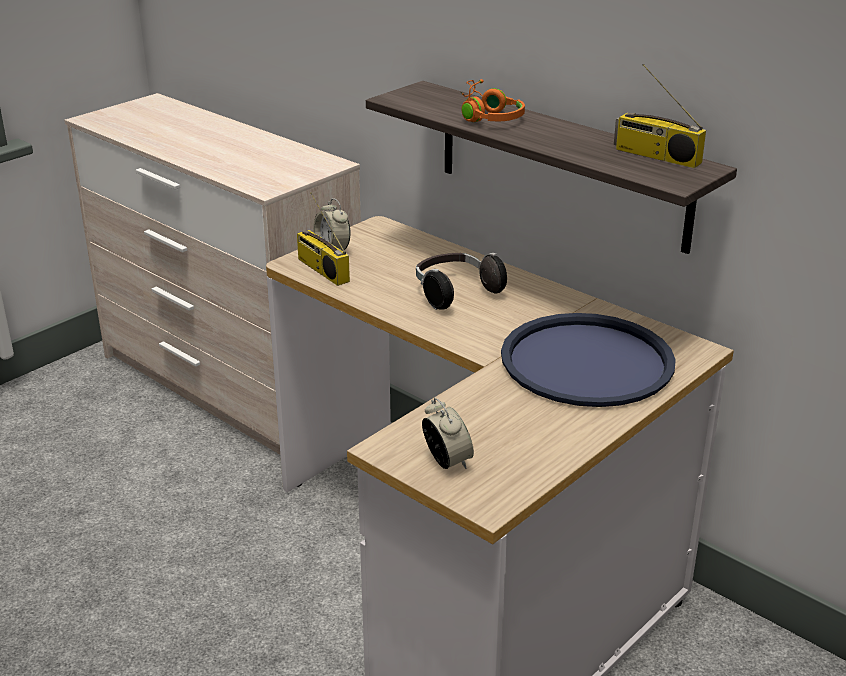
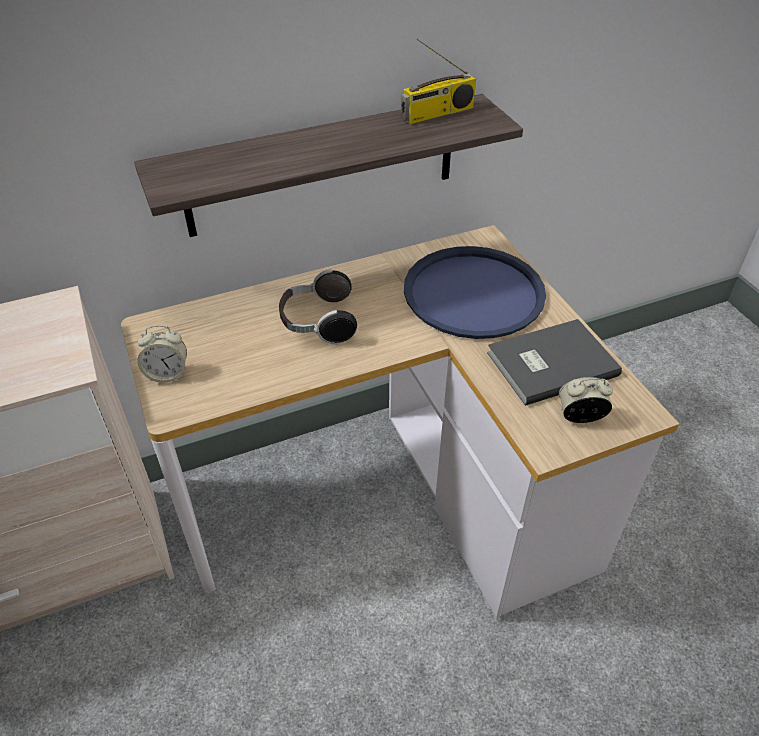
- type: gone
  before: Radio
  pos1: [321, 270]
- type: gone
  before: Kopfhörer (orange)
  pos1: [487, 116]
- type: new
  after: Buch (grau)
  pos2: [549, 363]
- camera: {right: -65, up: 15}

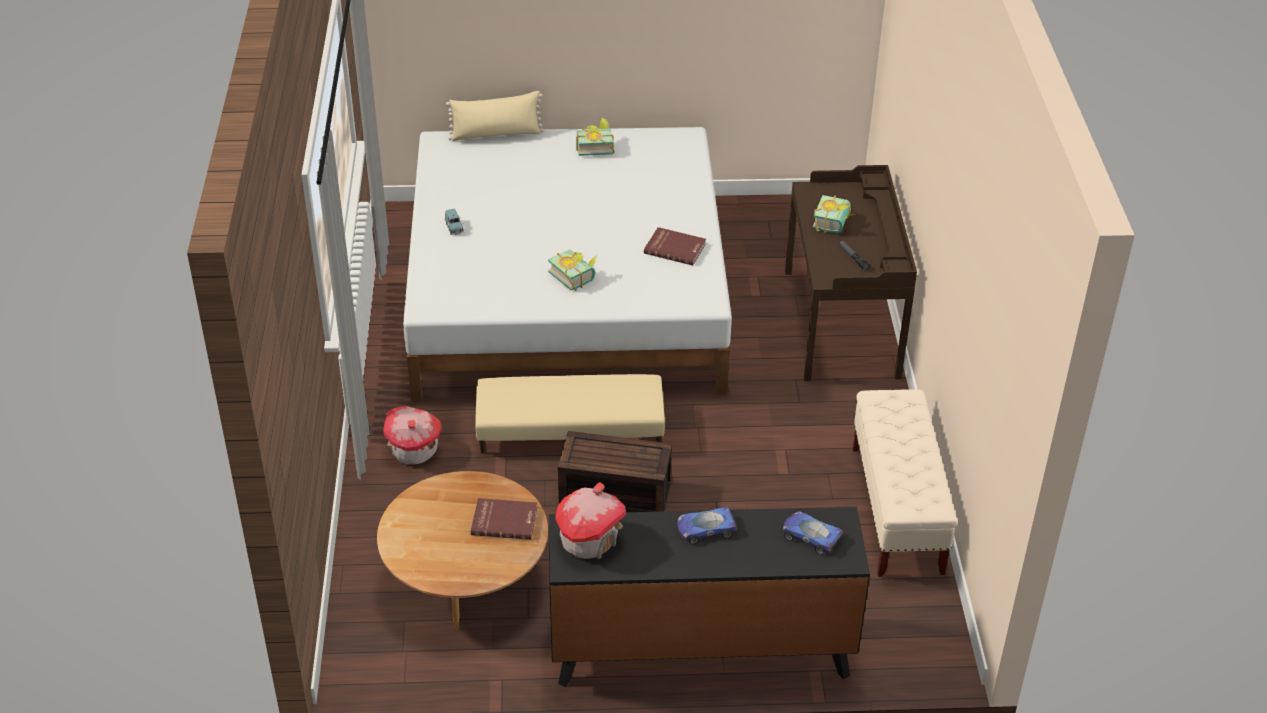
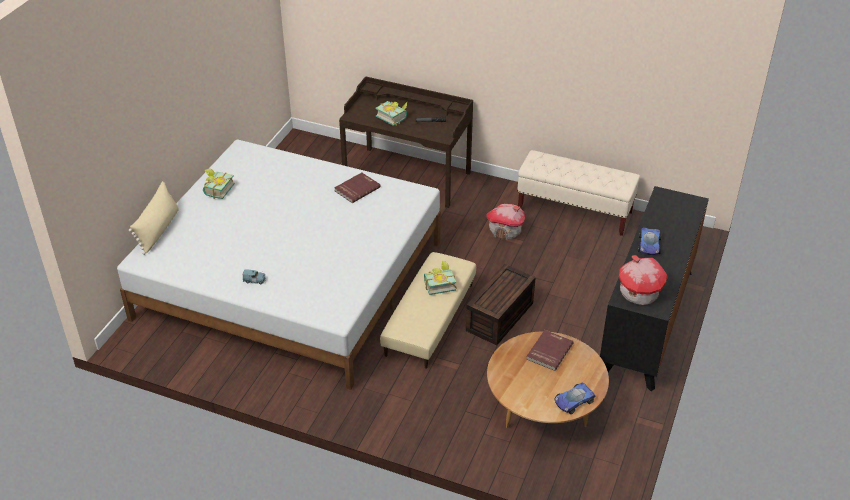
- type: shifted
  before: Spielzeughaus
  pos1: [414, 450]
  pos2: [505, 231]
- type: shifted
  before: Buch
  pos1: [575, 276]
  pos2: [439, 284]
- type: shifted
  before: Spielzeugauto
  pos1: [810, 536]
  pos2: [573, 401]
- camera: {right: -65, up: 0}

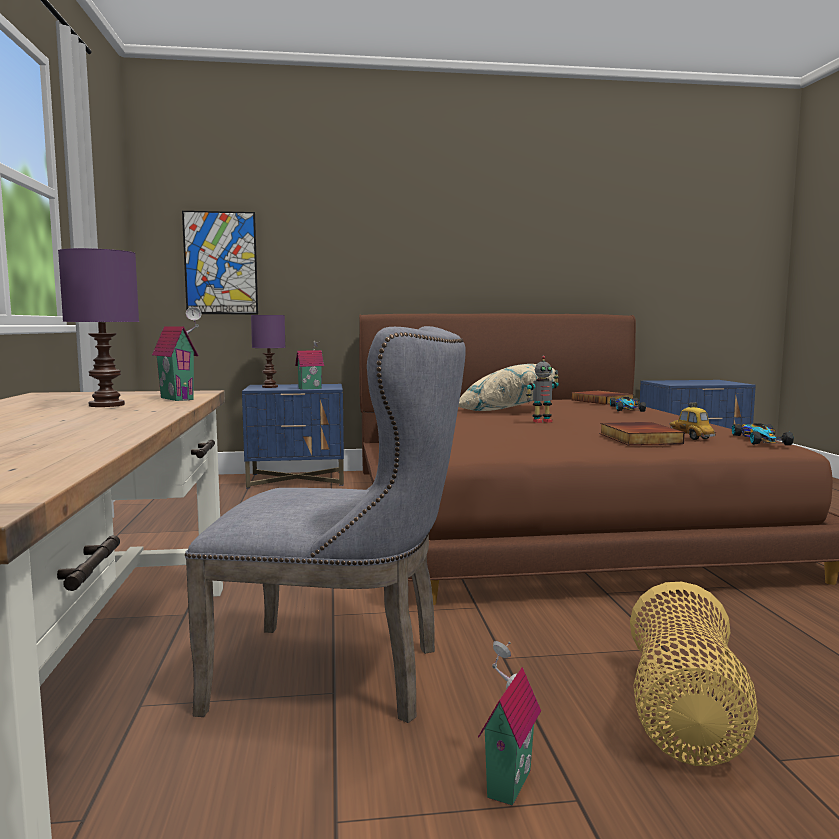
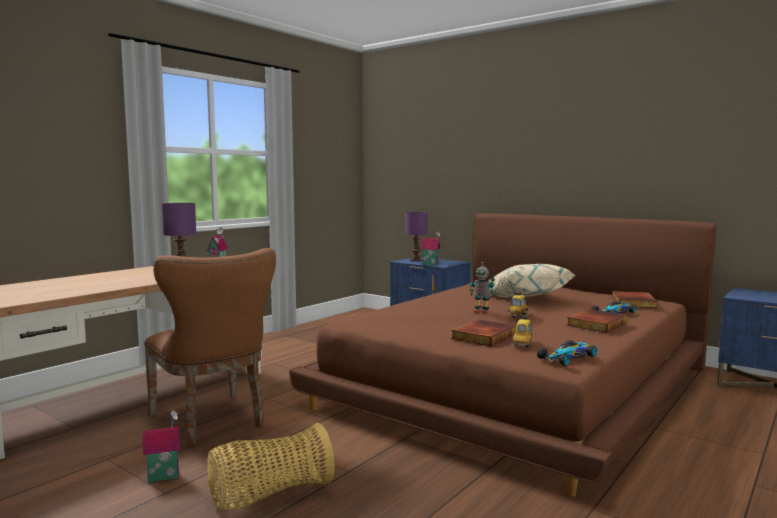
- type: gone
  before: Bild
  pos1: [220, 263]
- type: repainted
  before: Stuhl (grau)
  after: Stuhl (braun)
  pos1: [344, 675]
  pos2: [213, 421]
- type: new
  after: Spielzeugauto
  pos2: [517, 315]
- type: new
  after: Buch
  pos2: [596, 324]
- camera: {right: 45, up: 0}

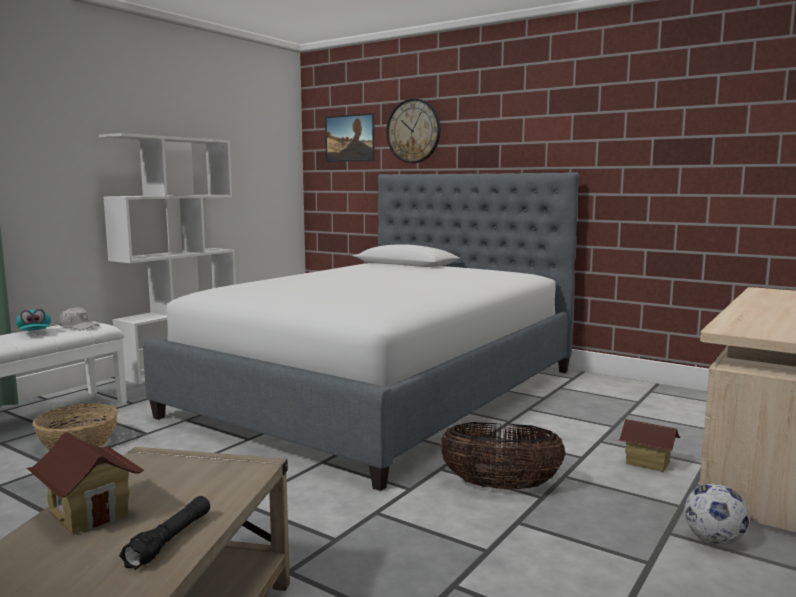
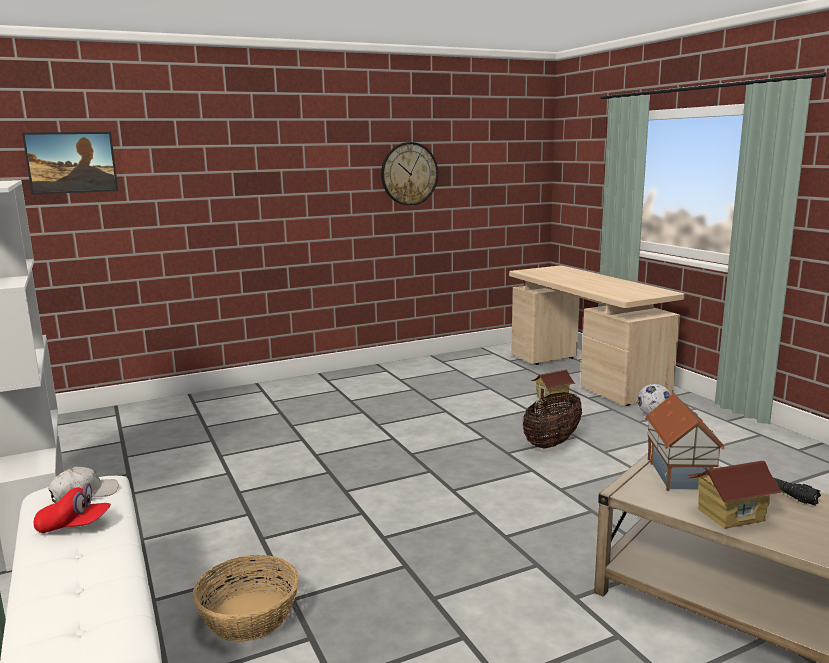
- type: repainted
  before: Kappe (türkis)
  after: Kappe (rot)
  pos1: [34, 333]
  pos2: [74, 526]
- type: gone
  before: Bett
  pos1: [383, 392]
- type: shifted
  before: Wanduhr
  pos1: [413, 131]
  pos2: [409, 174]
- type: new
  after: Spielzeughaus
  pos2: [680, 473]
- camera: {right: -60, up: 5}

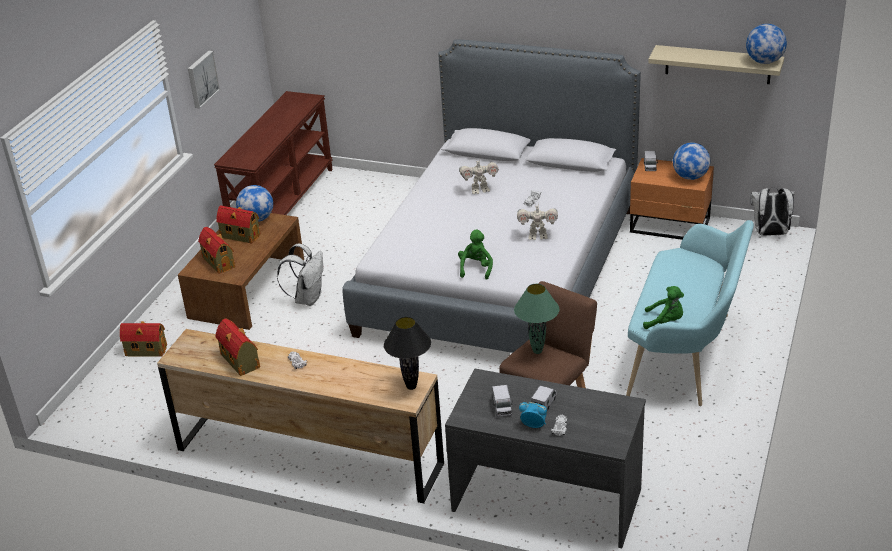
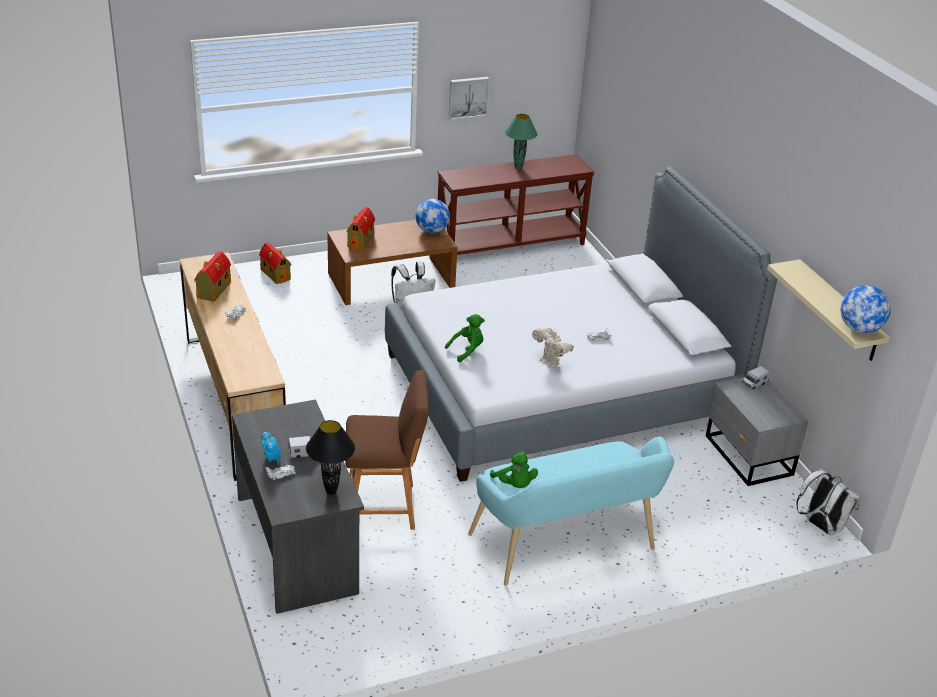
- type: gone
  before: Spielzeughaus
  pos1: [239, 235]
- type: shifted
  before: Tischlampe (schwarz)
  pos1: [411, 387]
  pos2: [330, 491]
- type: gone
  before: Spielzeugroboter
  pos1: [479, 190]
- type: gone
  before: Spielzeuglaster
  pos1: [502, 407]
- type: shifted
  before: Tischlampe (grün)
  pos1: [537, 351]
  pos2: [518, 168]
- type: repainted
  before: Nachttisch (orange)
  after: Nachttisch (grau)
  pos1: [671, 226]
  pos2: [748, 456]
- type: gone
  before: Globus
  pos1: [690, 177]
- camera: {right: 45, up: 0}

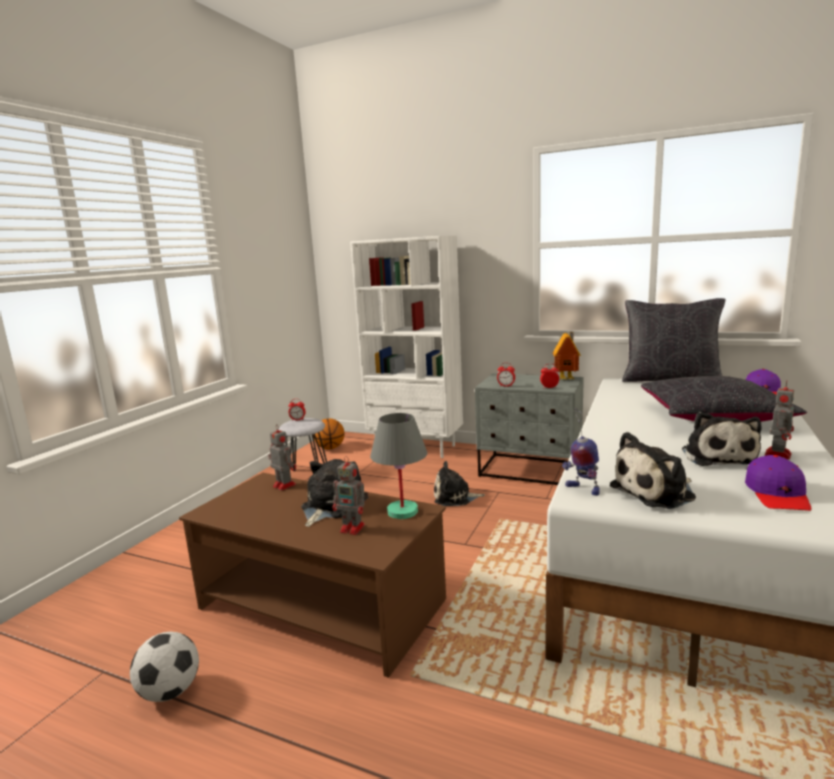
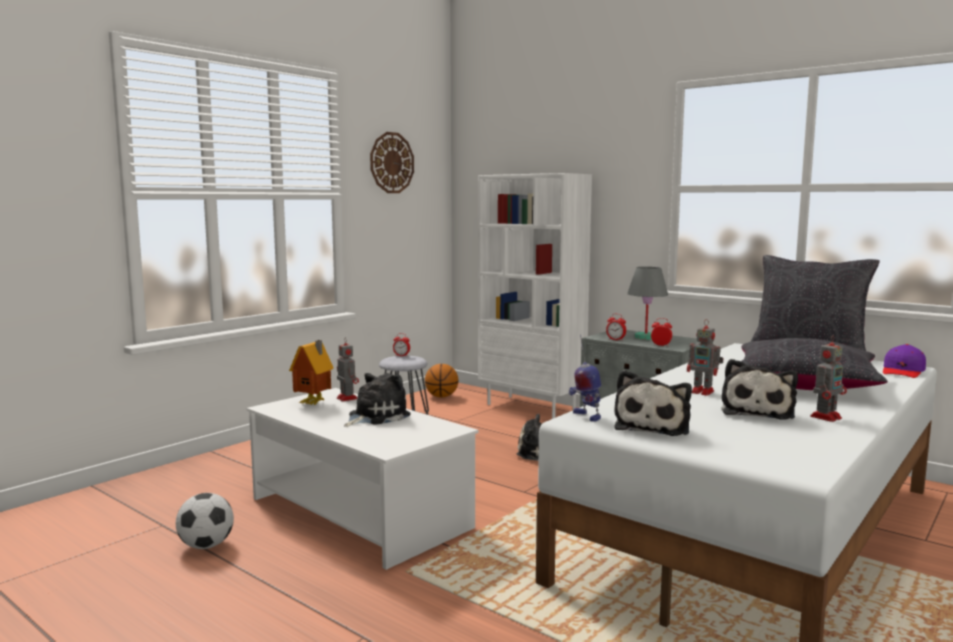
- type: repainted
  before: Couchtisch (braun)
  after: Couchtisch (weiß)
  pos1: [320, 603]
  pos2: [358, 512]
- type: shifted
  before: Spielzeugroboter
  pos1: [353, 528]
  pos2: [704, 392]
- type: shifted
  before: Tischlampe (grau)
  pos1: [402, 511]
  pos2: [645, 337]
- type: shifted
  before: Spielzeughaus
  pos1: [567, 379]
  pos2: [314, 403]
- type: rotated
  before: Plüschtier
  pos1: [656, 492]
  pos2: [653, 426]
  turn: -60
- type: gone
  before: Kappe (lila)
  pos1: [777, 494]
- type: new
  after: Wanduhr
  pos2: [391, 163]
- camera: {right: 15, up: -5}

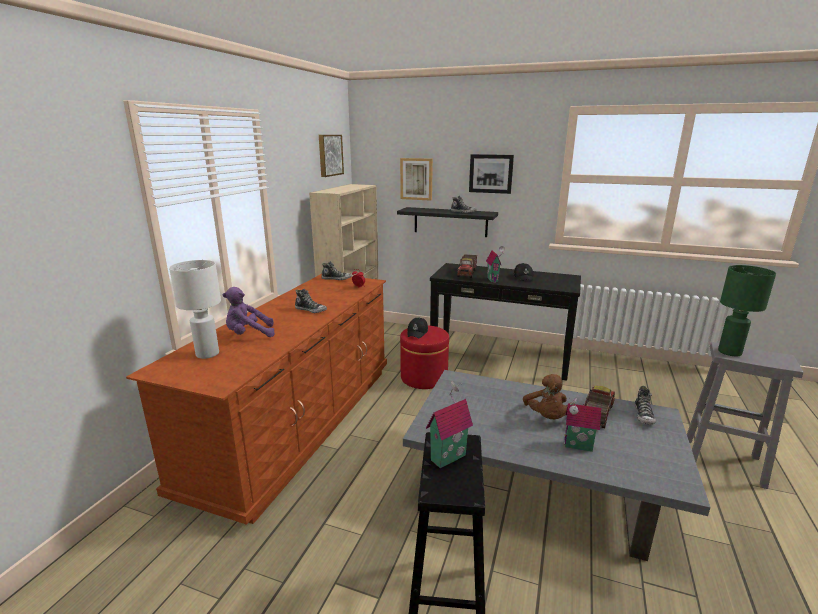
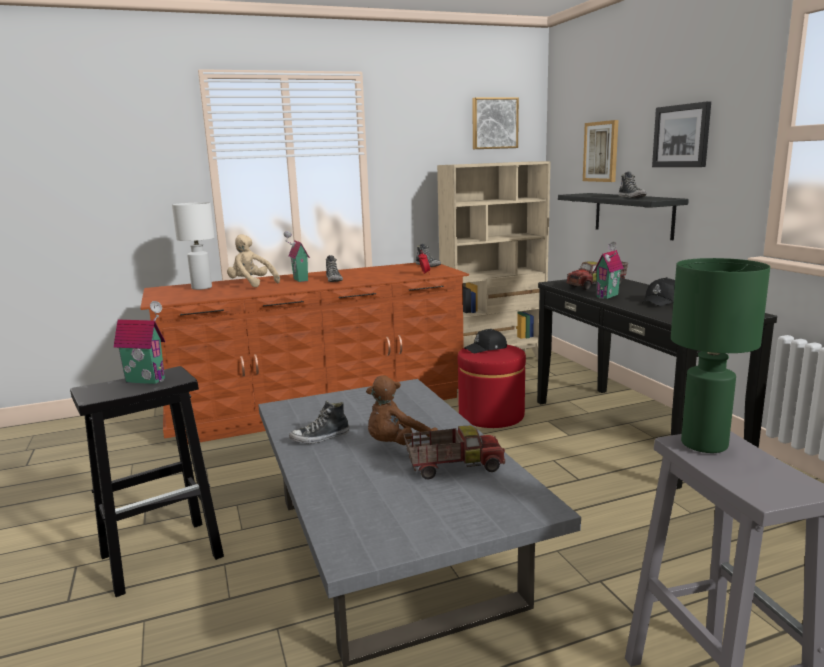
- type: repainted
  before: Plüschtier (lila)
  after: Plüschtier (beige)
  pos1: [249, 335]
  pos2: [251, 284]
- type: shifted
  before: Spielzeughaus
  pos1: [578, 447]
  pos2: [299, 280]
- type: shifted
  before: Schuh
  pos1: [644, 415]
  pos2: [320, 438]
- camera: {right: 50, up: -5}

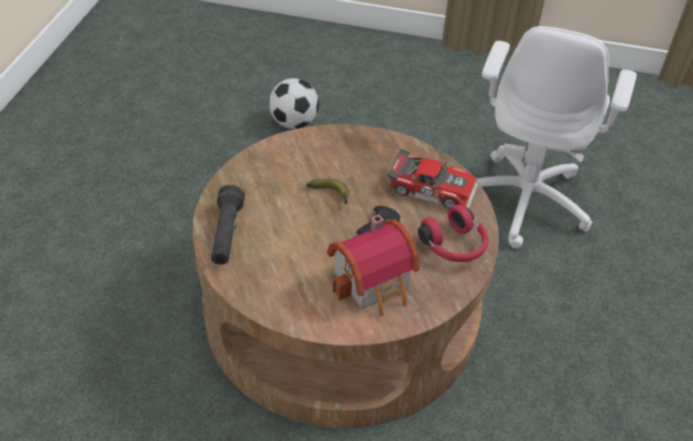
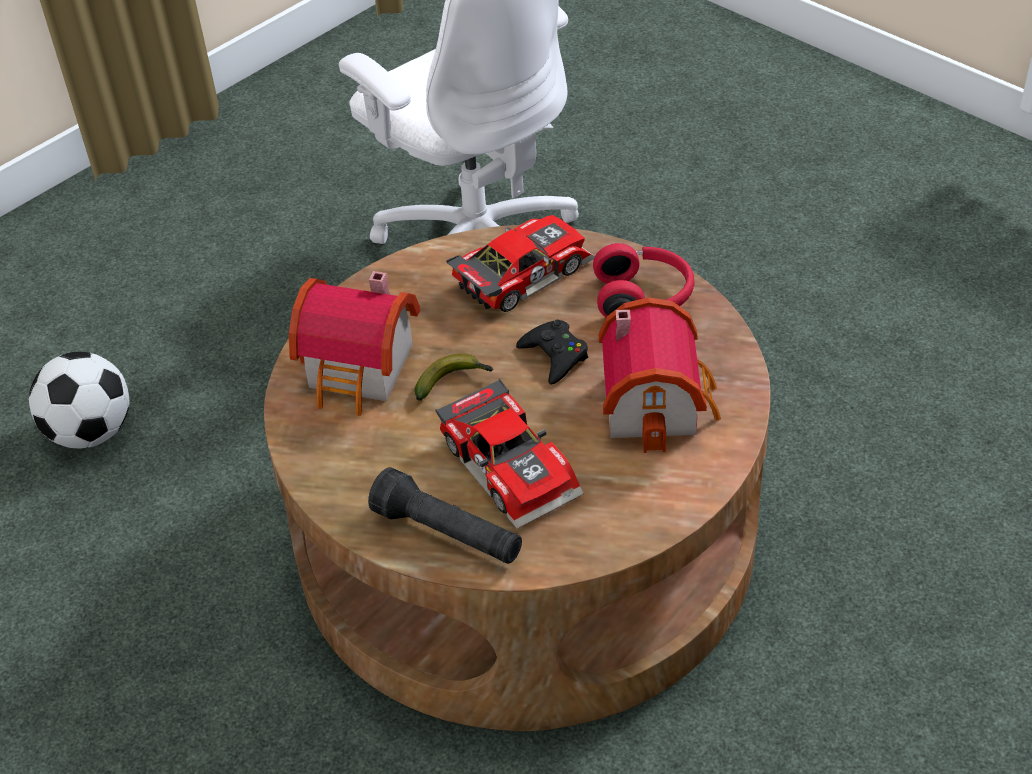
- type: new
  after: Spielzeughaus
  pos2: [361, 371]
- type: new
  after: Spielzeugauto
  pos2: [513, 465]
- camera: {right: -55, up: 0}

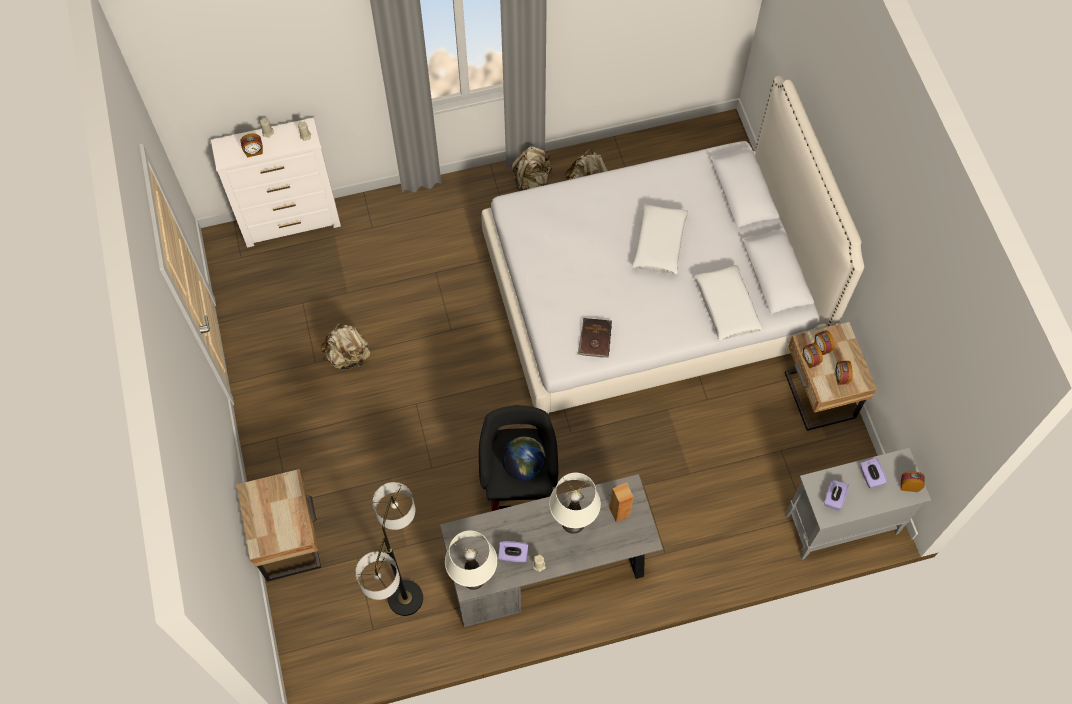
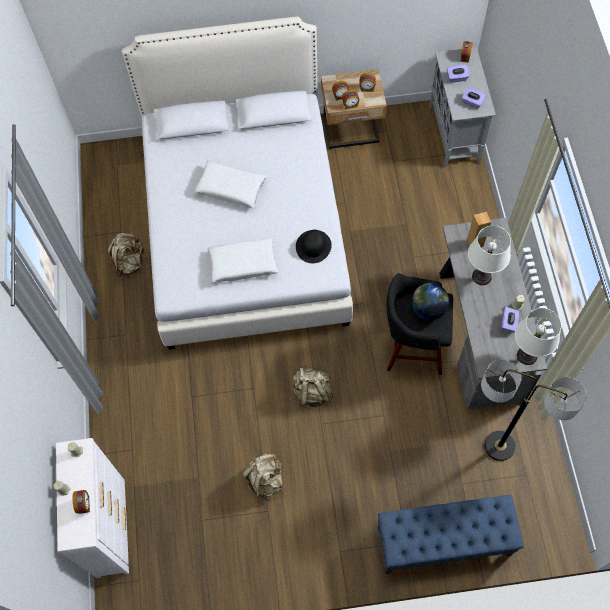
- type: swapped
  before: Nachttisch (beige)
  after: Bank (blau)
  pos1: [290, 541]
  pos2: [443, 542]
- type: shifted
  before: Rucksack (beige)
  pos1: [532, 183]
  pos2: [312, 392]
- type: swapped
  before: Buch (braun)
  after: Hut (schwarz)
  pos1: [595, 339]
  pos2: [313, 246]
- type: shifted
  before: Kissen (weiß)
  pos1: [726, 307]
  pos2: [243, 264]
- camera: {right: -80, up: 0}

